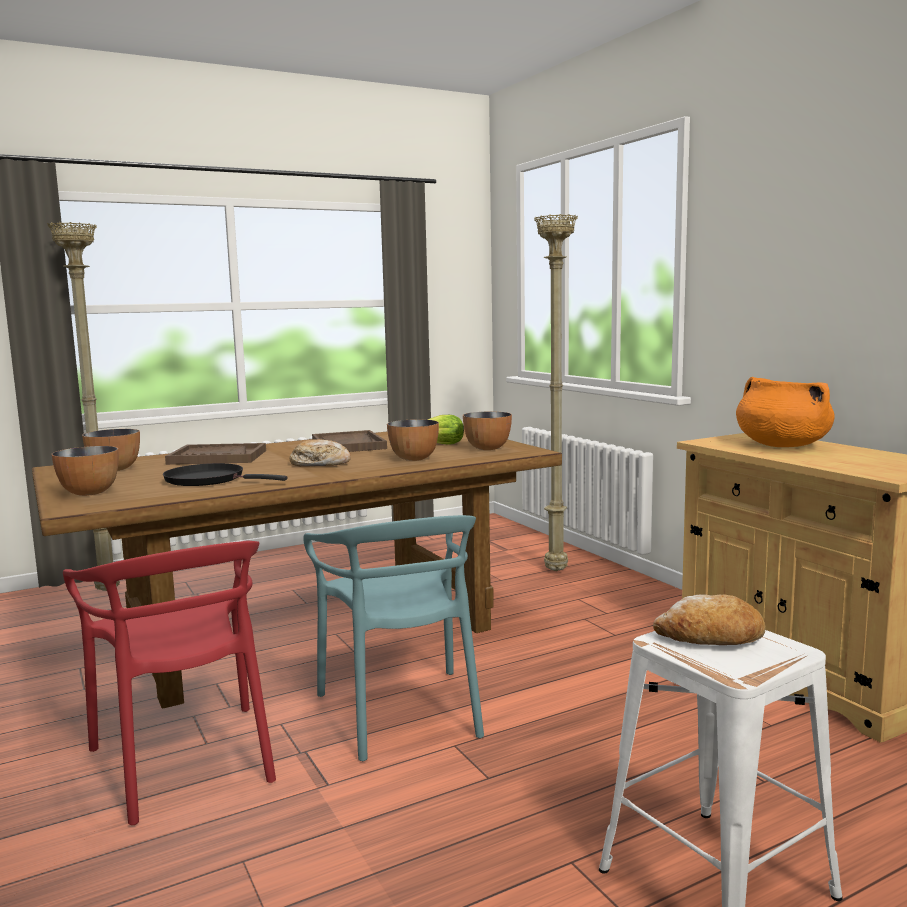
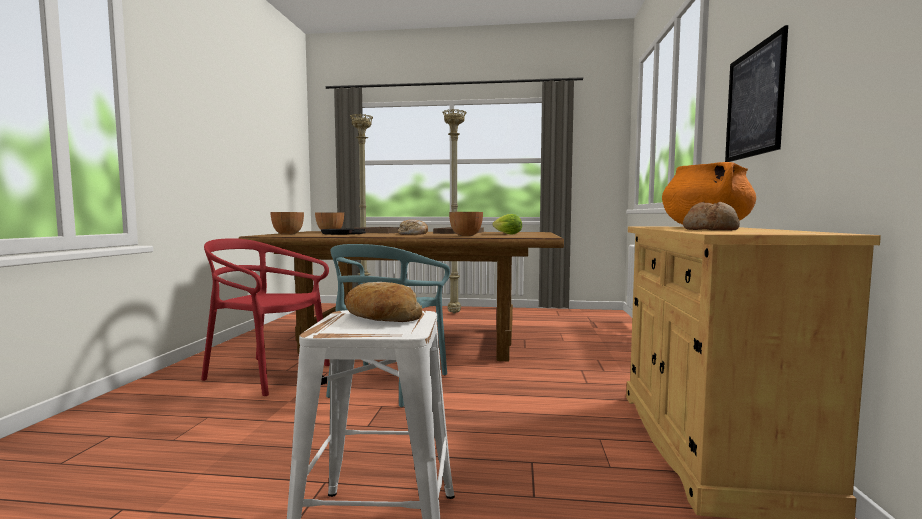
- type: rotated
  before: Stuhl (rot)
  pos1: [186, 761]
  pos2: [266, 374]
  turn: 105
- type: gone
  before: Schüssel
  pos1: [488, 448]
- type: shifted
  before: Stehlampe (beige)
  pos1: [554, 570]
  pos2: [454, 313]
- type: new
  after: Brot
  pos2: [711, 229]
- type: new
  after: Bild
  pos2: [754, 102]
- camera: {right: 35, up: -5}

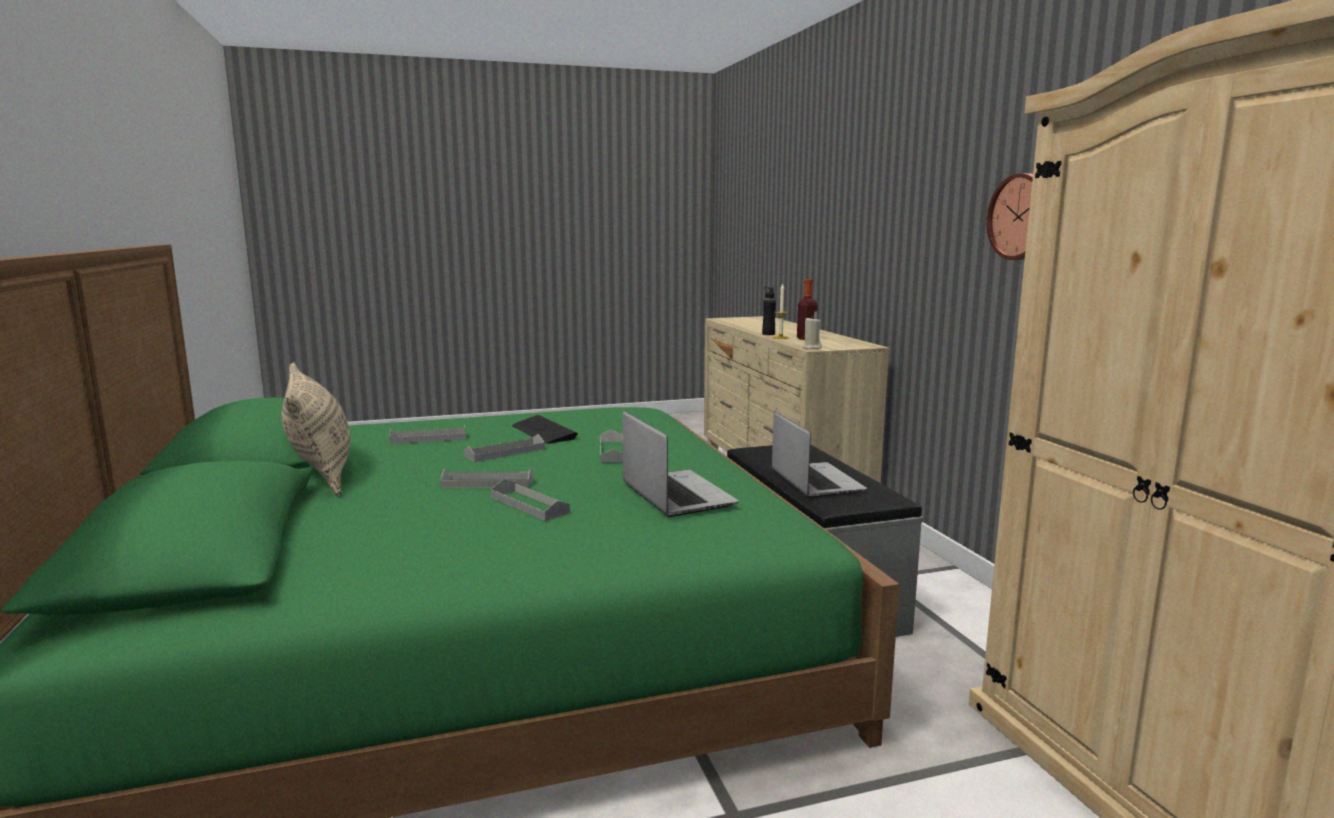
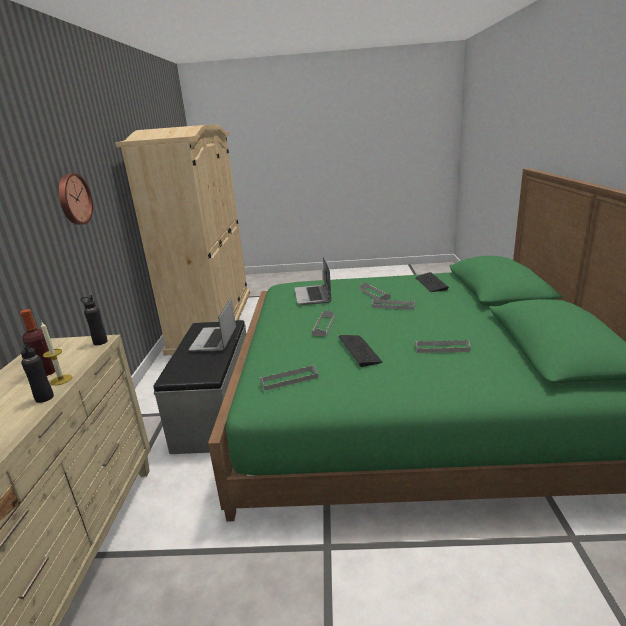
- type: gone
  before: Kissen (beige)
  pos1: [321, 471]
- type: shifted
  before: Tablett (grau)
  pos1: [505, 452]
  pos2: [289, 380]
- type: swapped
  before: Kerze (beige)
  after: Flasche (schwarz)
  pos1: [811, 348]
  pos2: [100, 342]
- type: new
  after: Tastatur
  pos2: [431, 283]
- camera: {right: -160, up: 10}

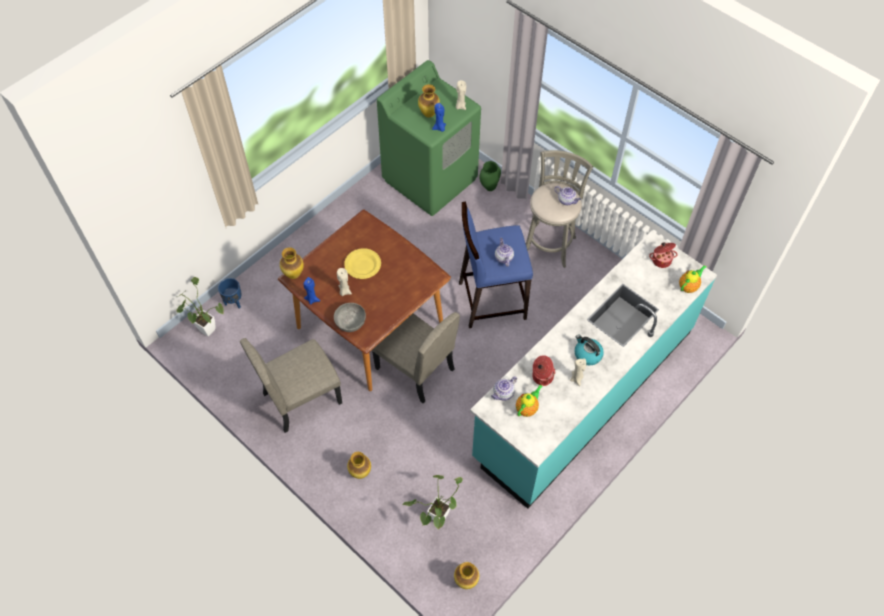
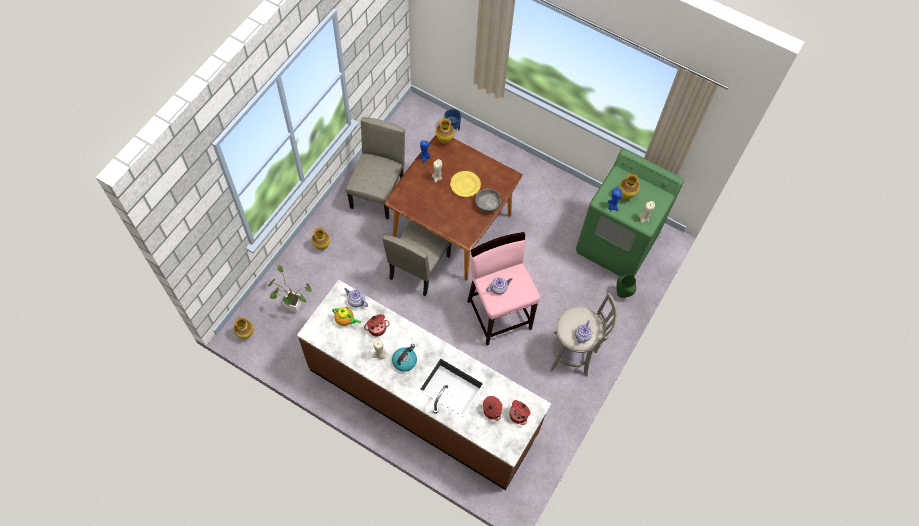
- type: gone
  before: Topfpflanze
  pos1: [205, 328]
- type: rotated
  before: Stuhl (beige)
  pos1: [302, 397]
  pos2: [378, 194]
  turn: 60
- type: shifted
  before: Schüssel (grau)
  pos1: [350, 322]
  pos2: [487, 204]
- type: repainted
  before: Hocker (blau)
  after: Hocker (rosa)
  pos1: [491, 300]
  pos2: [499, 314]
- type: repainted
  before: Küchenzeile (türkis)
  after: Küchenzeile (braun)
  pos1: [583, 393]
  pos2: [422, 401]
- type: gone
  before: Teekanne
  pos1: [689, 286]
- type: new
  after: Kochtopf
  pos2: [492, 411]
- camera: {right: 75, up: 5}

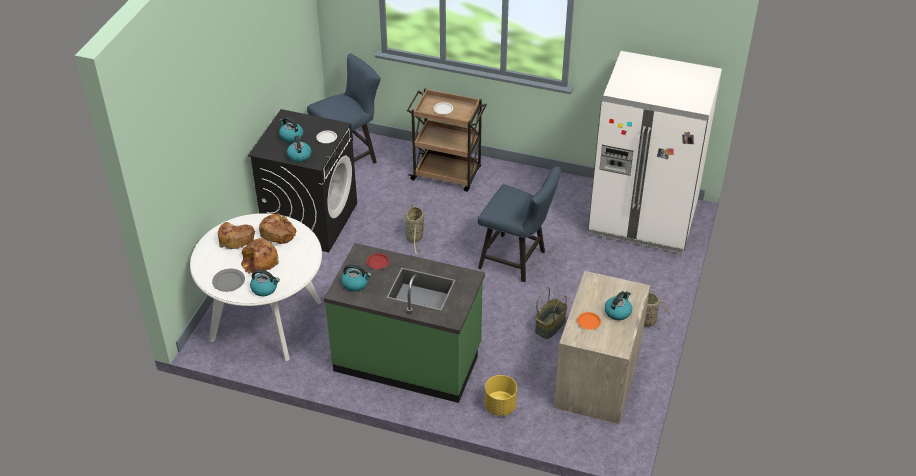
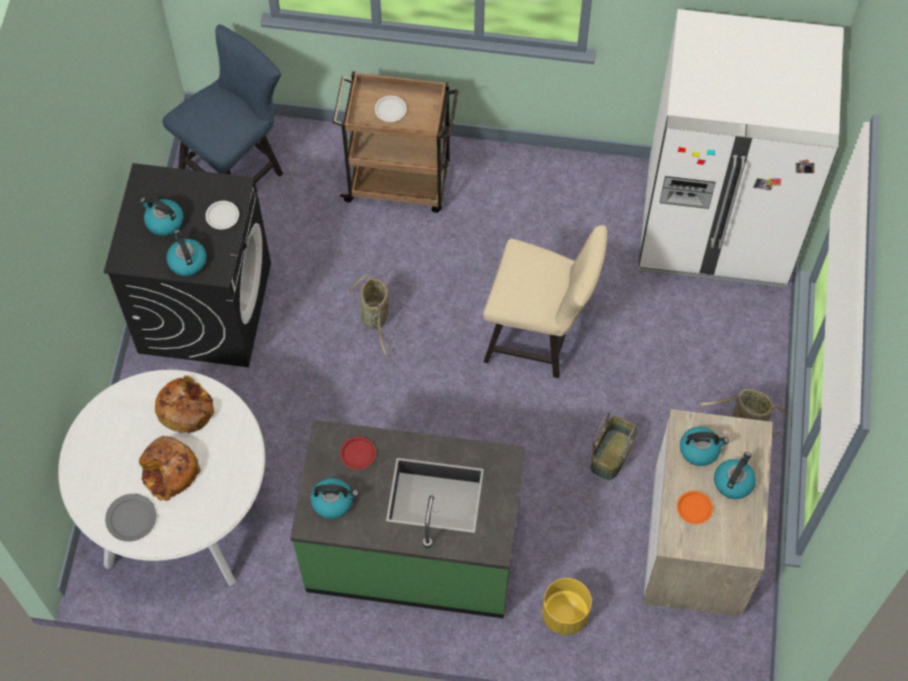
- type: gone
  before: Brot
  pos1: [236, 239]
- type: shifted
  before: Wasserkessel
  pos1: [265, 288]
  pos2: [700, 449]
- type: repainted
  before: Stuhl (blau)
  after: Stuhl (beige)
  pos1: [517, 260]
  pos2: [539, 338]
- camera: {right: -10, up: 20}

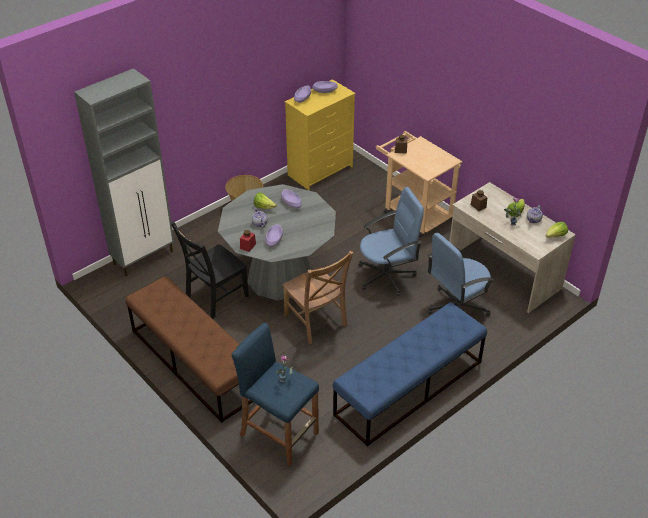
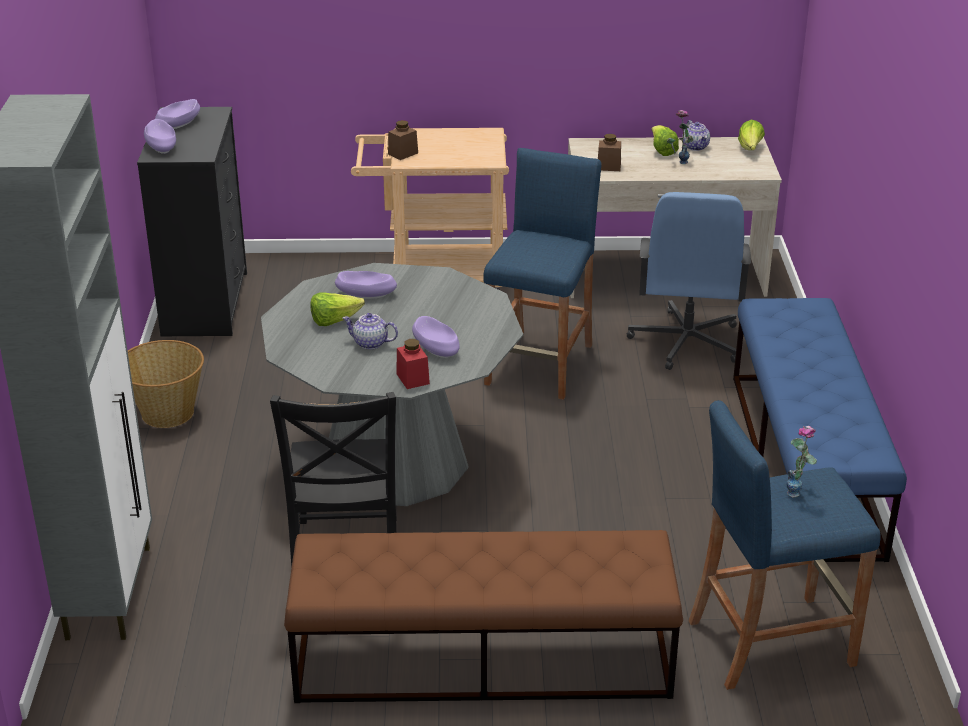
- type: gone
  before: Stuhl (braun)
  pos1: [316, 322]
- type: repainted
  before: Kommode (gelb)
  after: Kommode (schwarz)
  pos1: [320, 170]
  pos2: [205, 303]
- type: swapped
  before: Bürostuhl (blau)
  after: Hocker (blau)
  pos1: [387, 276]
  pos2: [540, 365]
- camera: {right: -50, up: -10}

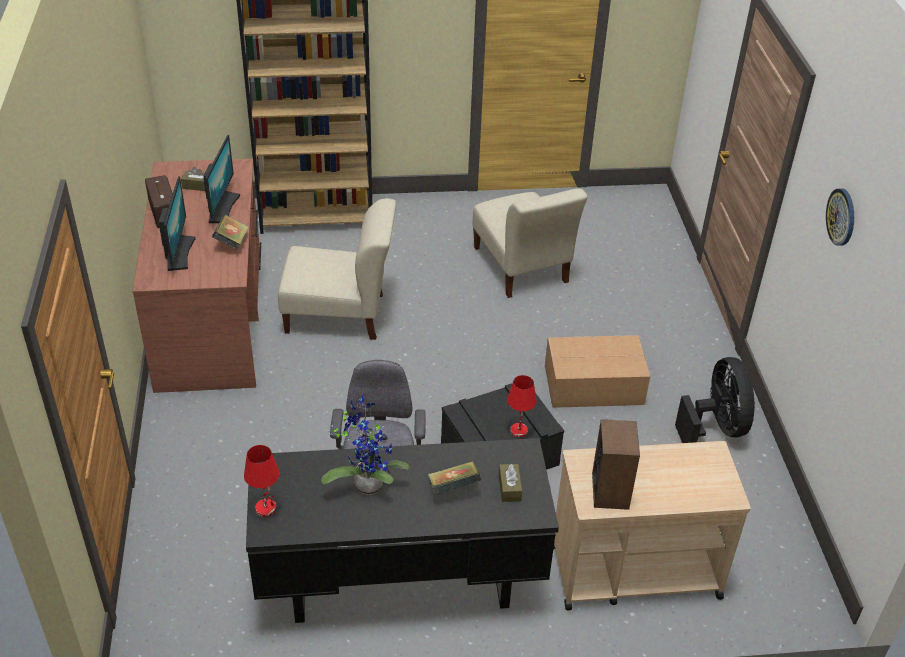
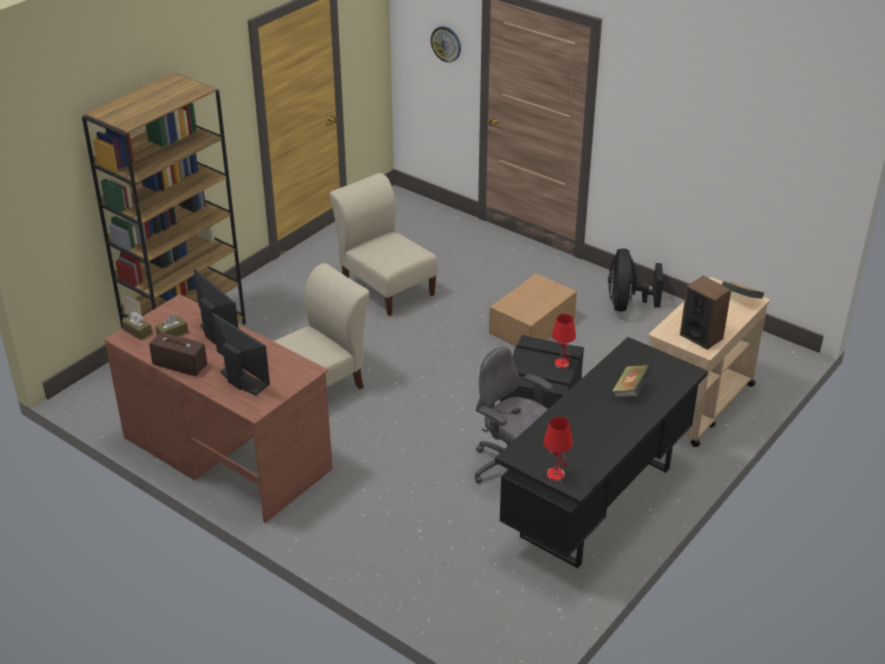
- type: shifted
  before: Buch
  pos1: [232, 242]
  pos2: [741, 299]
- type: gone
  before: Topfpflanze
  pos1: [367, 482]
- type: rotated
  before: Stuhl (beige)
  pos1: [521, 268]
  pos2: [386, 287]
  turn: -150
- type: shifted
  before: Taschentuchbox (braun)
  pos1: [509, 487]
  pos2: [137, 331]
- type: rotated
  before: Ventilator (schwarz)
  pos1: [715, 428]
  pos2: [627, 304]
  turn: -120
- type: shifted
  before: Wanduhr
  pos1: [841, 217]
  pos2: [446, 44]
- camera: {right: -45, up: -5}

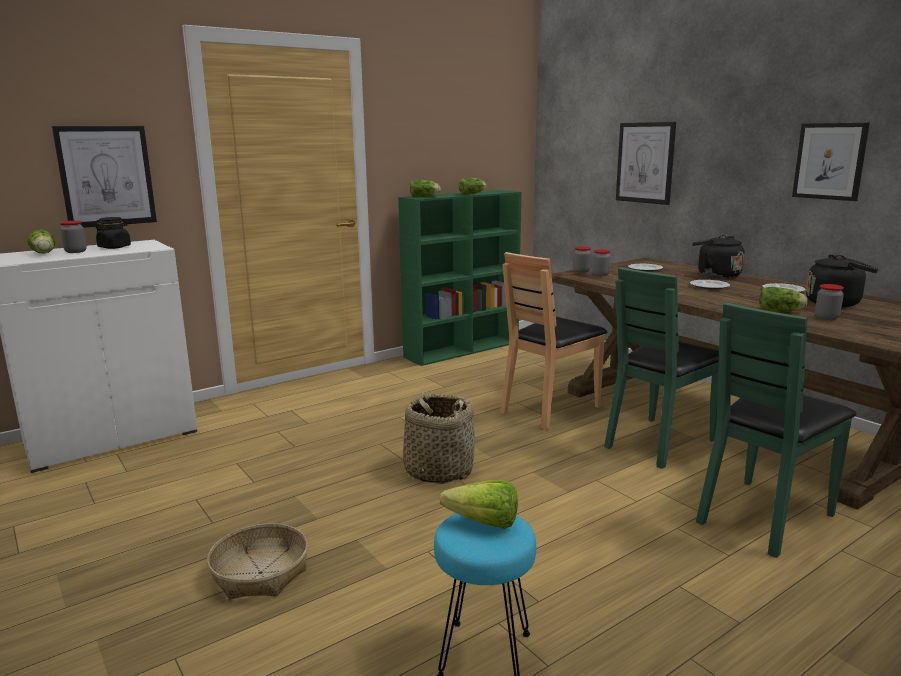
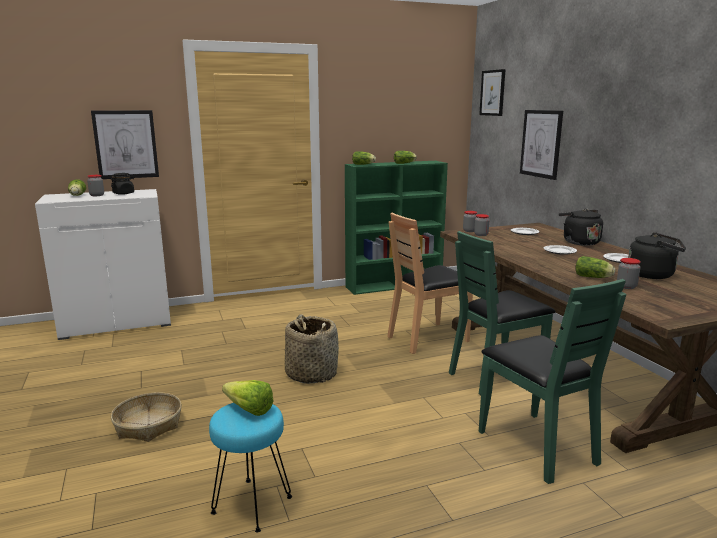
- type: rotated
  before: Stuhl (grün)
  pos1: [763, 517]
  pos2: [537, 446]
  turn: -90
- type: shifted
  before: Bild
  pos1: [829, 161]
  pos2: [492, 93]
- camera: {right: 15, up: 0}

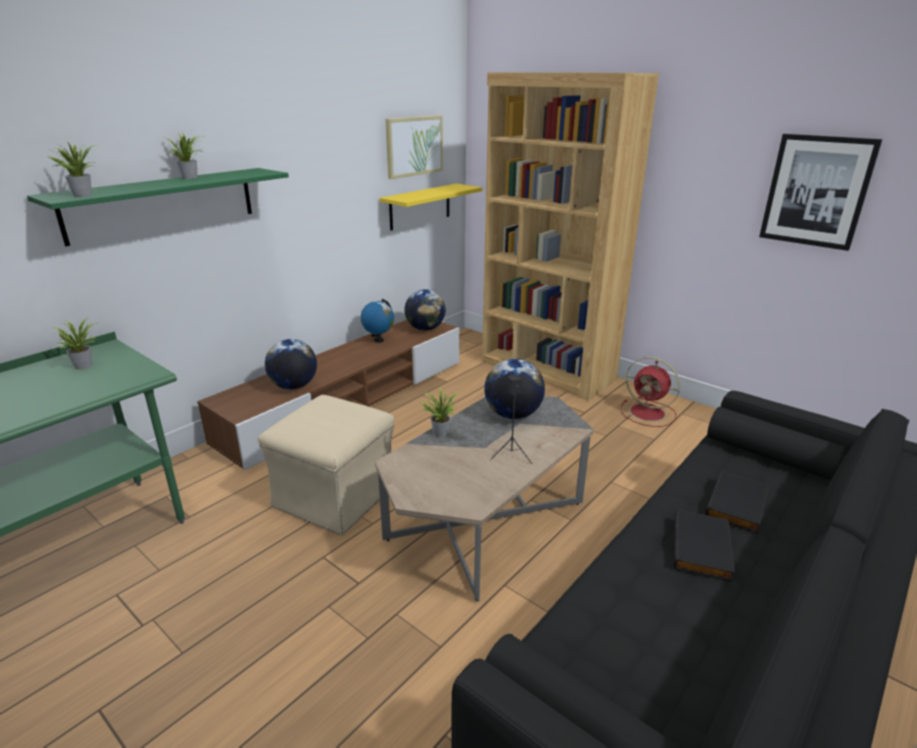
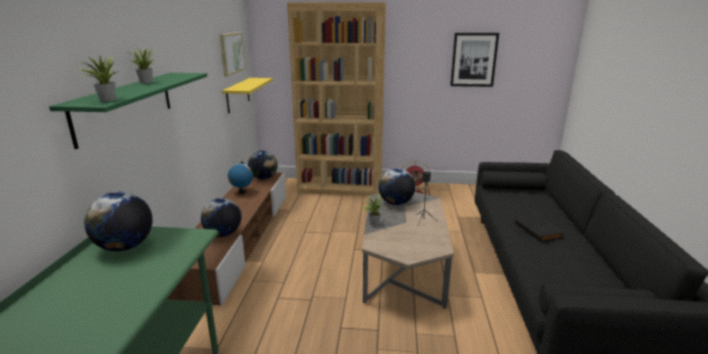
- type: swapped
  before: Topfpflanze
  after: Globus
  pos1: [83, 365]
  pos2: [125, 247]
- type: gone
  before: Polsterhocker (beige)
  pos1: [336, 495]
- type: gone
  before: Buch (schwarz)
  pos1: [738, 506]
- camera: {right: -35, up: -5}

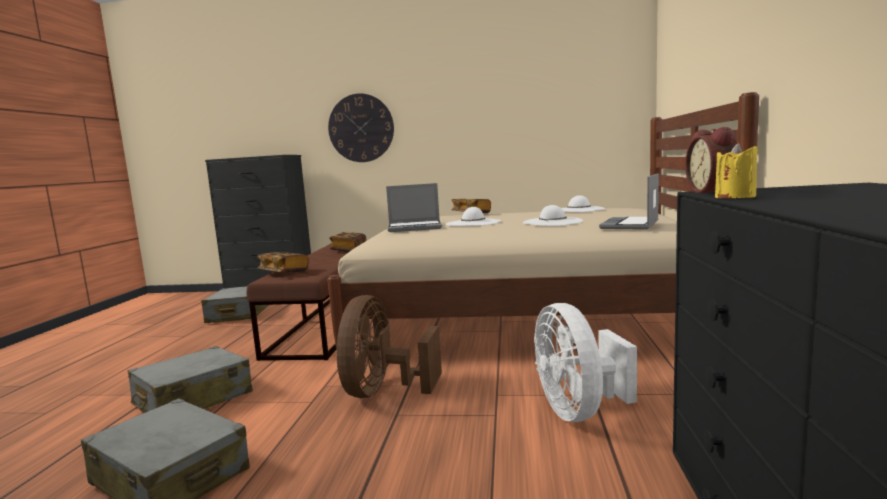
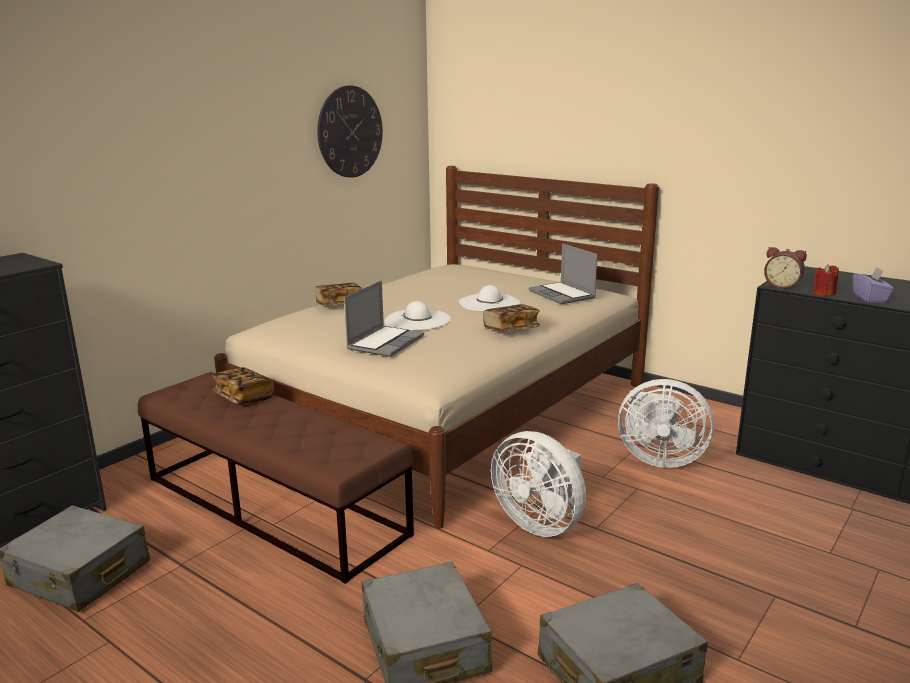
- type: shifted
  before: Buch
  pos1: [283, 272]
  pos2: [511, 329]
- type: shifted
  before: Wanduhr
  pos1: [361, 128]
  pos2: [350, 132]
- type: repainted
  before: Ventilator (braun)
  after: Ventilator (weiß)
  pos1: [383, 391]
  pos2: [540, 522]
- type: gone
  before: Hut (weiß)
  pos1: [579, 210]
- type: repainted
  before: Kerze (gelb)
  after: Kerze (rot)
  pos1: [735, 197]
  pos2: [824, 293]
- type: new
  after: Taschentuchbox (lila)
  pos2: [870, 298]
- camera: {right: -60, up: 10}

